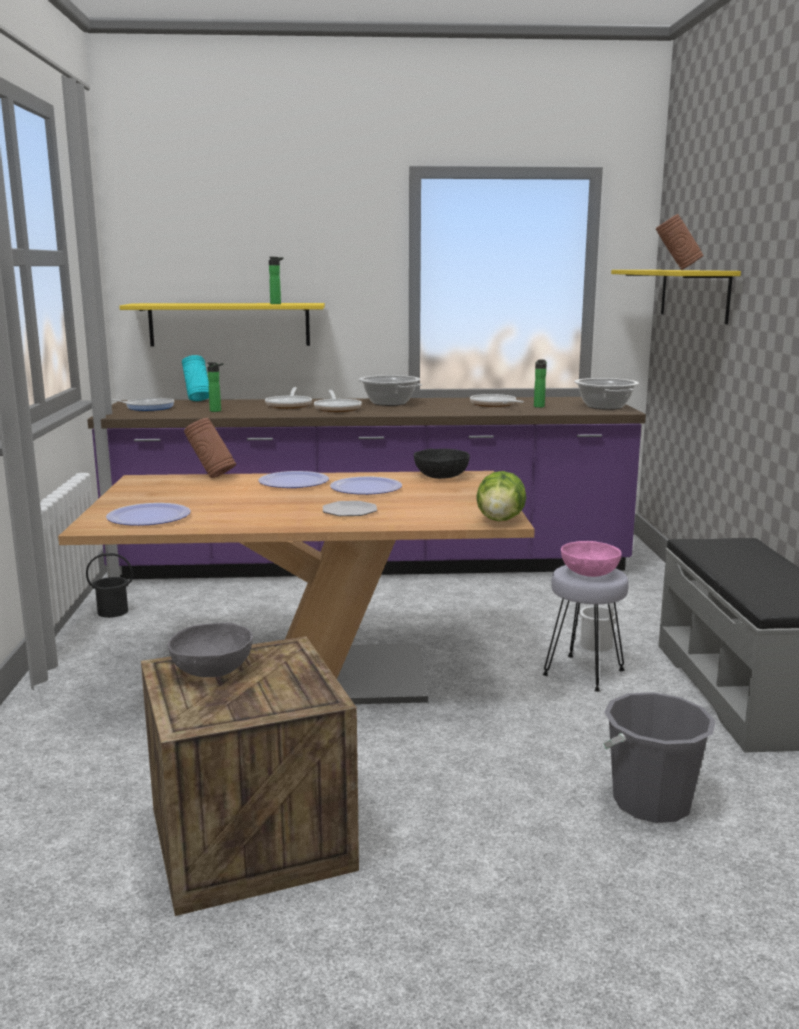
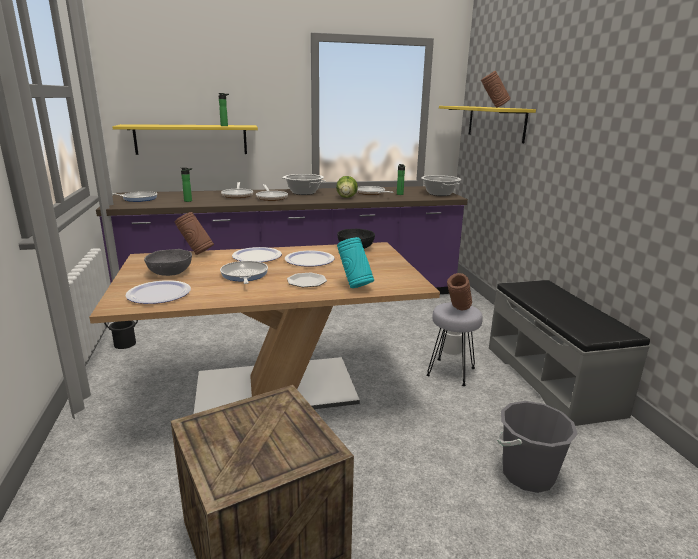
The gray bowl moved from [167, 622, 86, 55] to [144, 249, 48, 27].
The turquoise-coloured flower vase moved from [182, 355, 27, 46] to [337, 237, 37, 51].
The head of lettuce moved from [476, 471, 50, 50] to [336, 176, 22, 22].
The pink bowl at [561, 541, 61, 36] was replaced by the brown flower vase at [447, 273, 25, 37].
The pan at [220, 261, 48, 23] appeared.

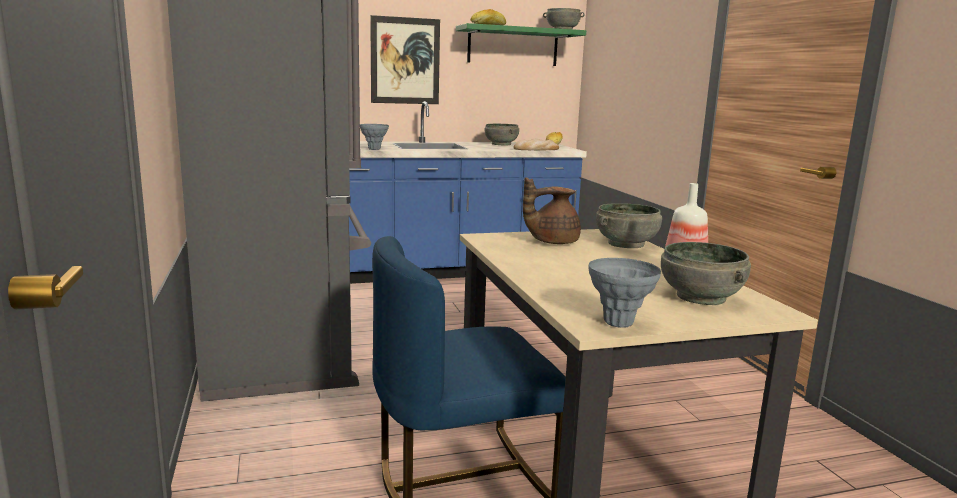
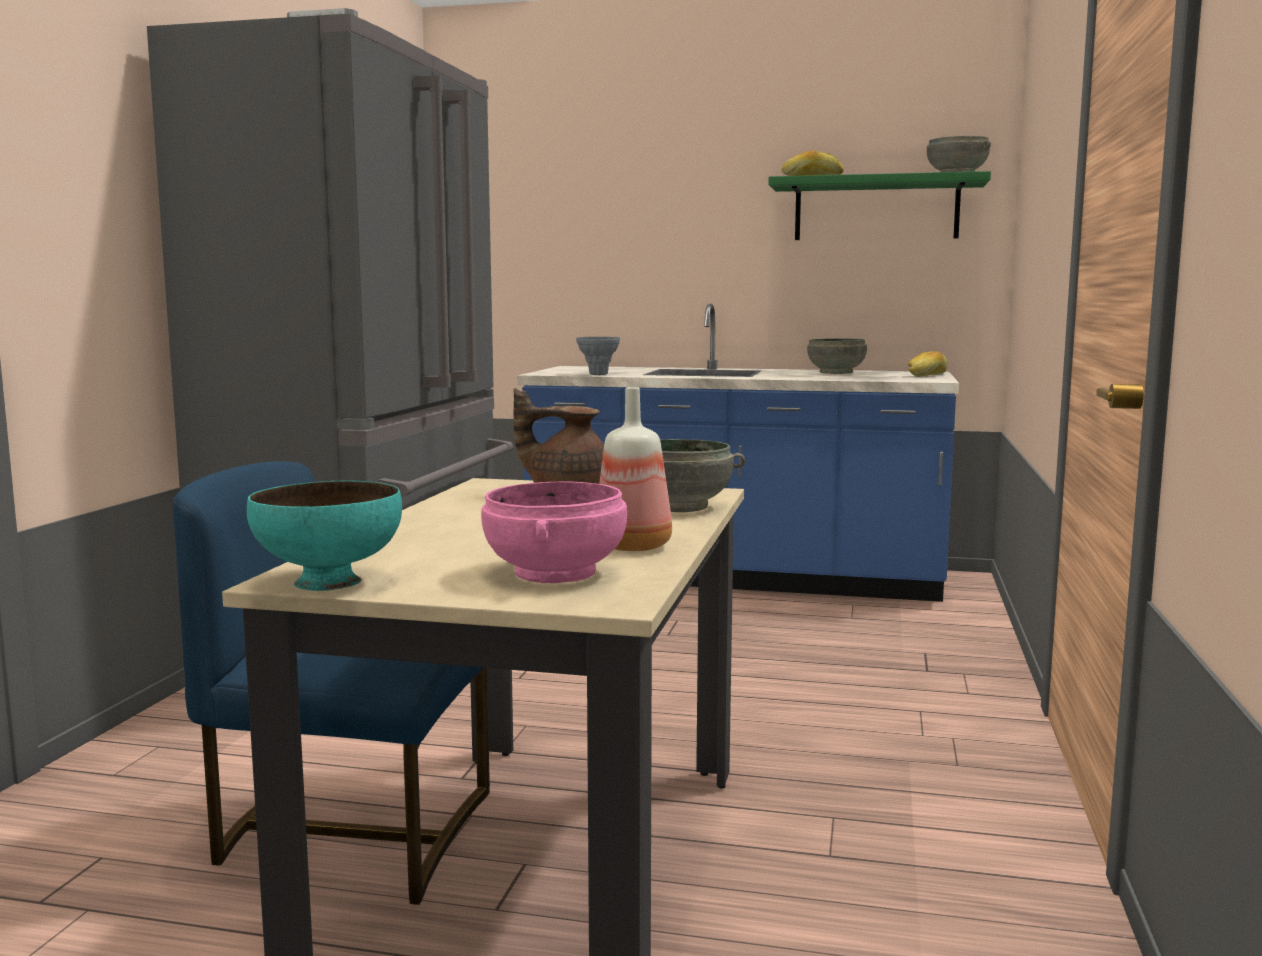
The picture at [370, 15, 70, 89] disappeared.
The bakery bread at [514, 139, 45, 11] disappeared.
The gray flower vase at [589, 258, 72, 70] was replaced by the turquoise-coloured bowl at [247, 481, 155, 110].
The gray bowl at [661, 242, 90, 63] became the pink bowl at [481, 482, 146, 101].

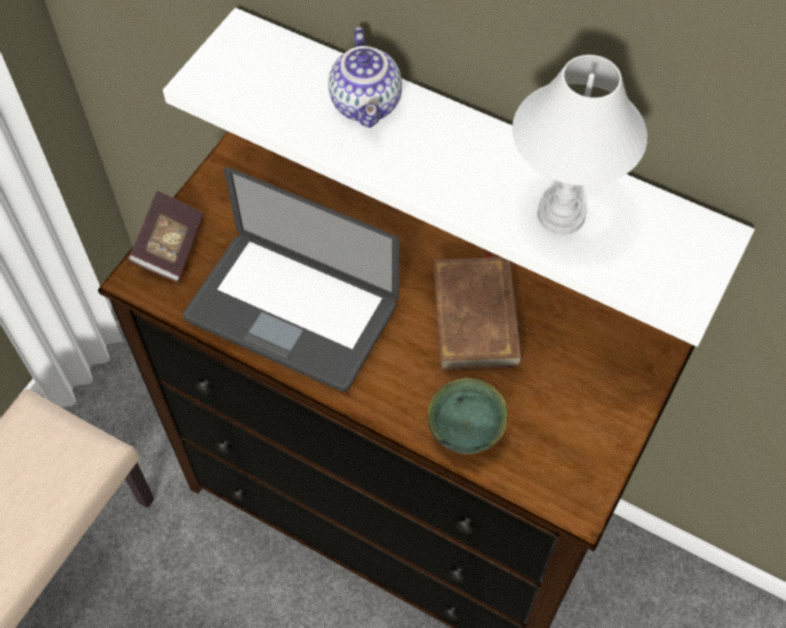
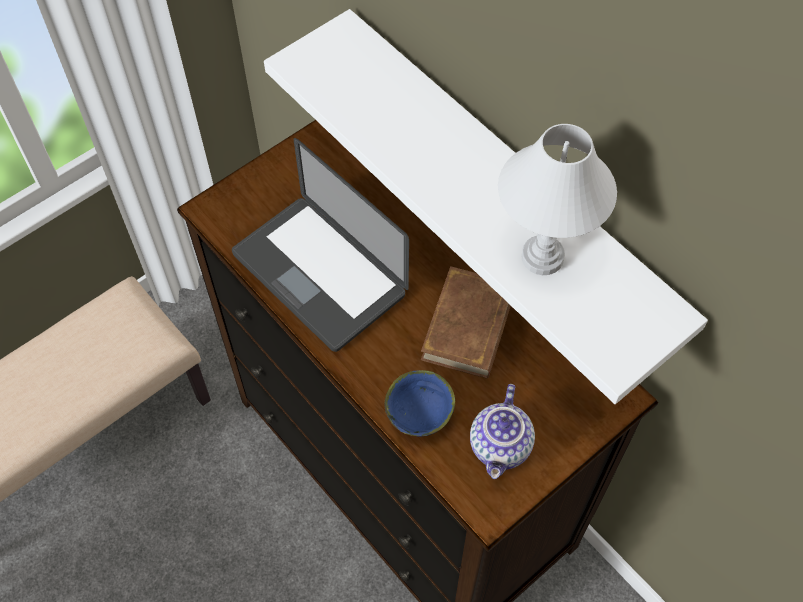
The volume at [128, 191, 76, 91] disappeared.
The teapot moved from [328, 27, 74, 101] to [470, 384, 65, 95].
The green bowl at [427, 378, 81, 76] became the bluish bowl at [384, 370, 71, 66].

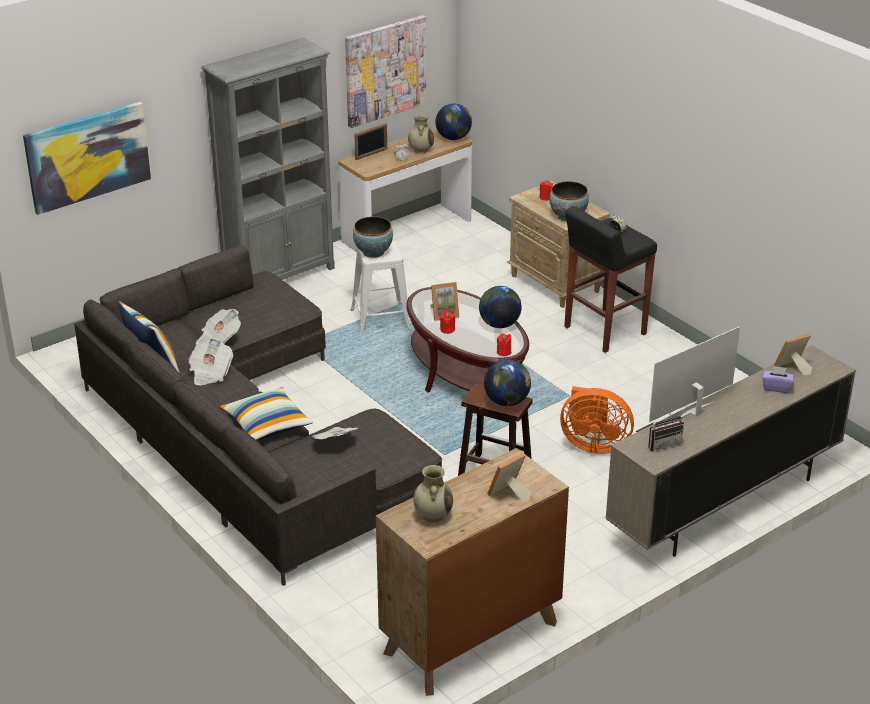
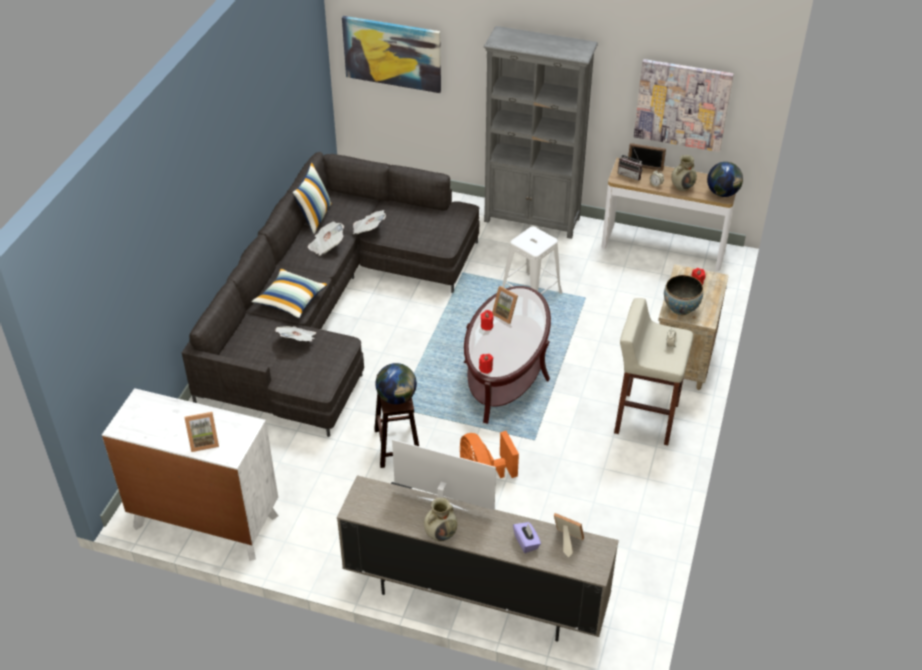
The bowl at [353, 216, 40, 42] disappeared.
The brown drawer chest at [376, 448, 193, 248] became the white drawer chest at [102, 388, 176, 173].
The beige-coloured flower vase moved from [414, 465, 39, 57] to [424, 498, 34, 44].
The desk globe at [479, 286, 43, 42] disappeared.
The standing frame at [487, 453, 45, 48] turned 150 degrees clockwise.
The black sitting stool at [564, 206, 93, 147] became the beige-coloured sitting stool at [614, 298, 79, 147].
The radio set moved from [648, 406, 36, 46] to [618, 149, 25, 32].

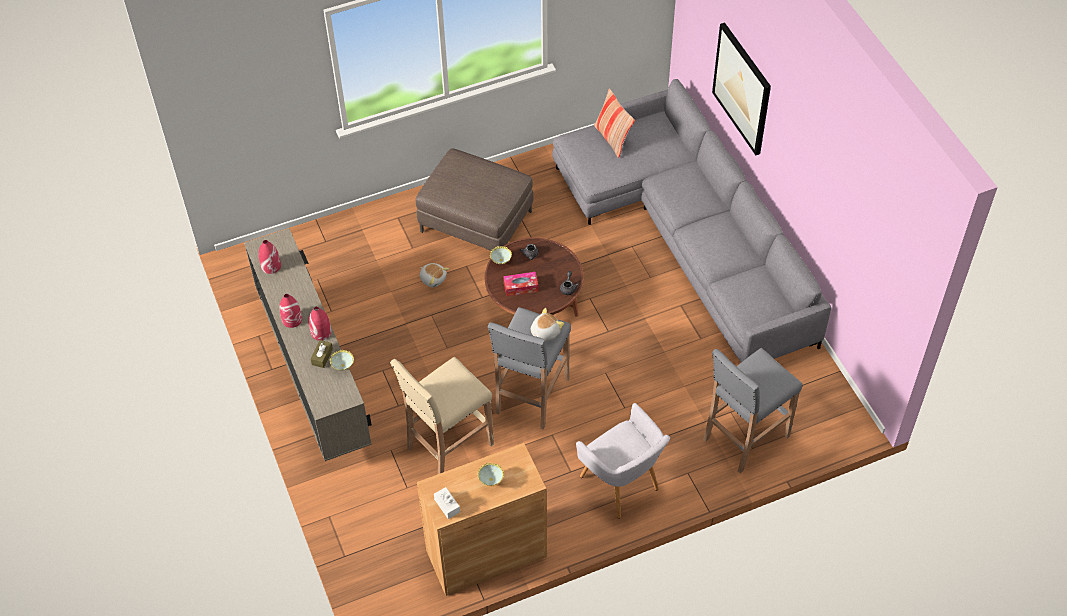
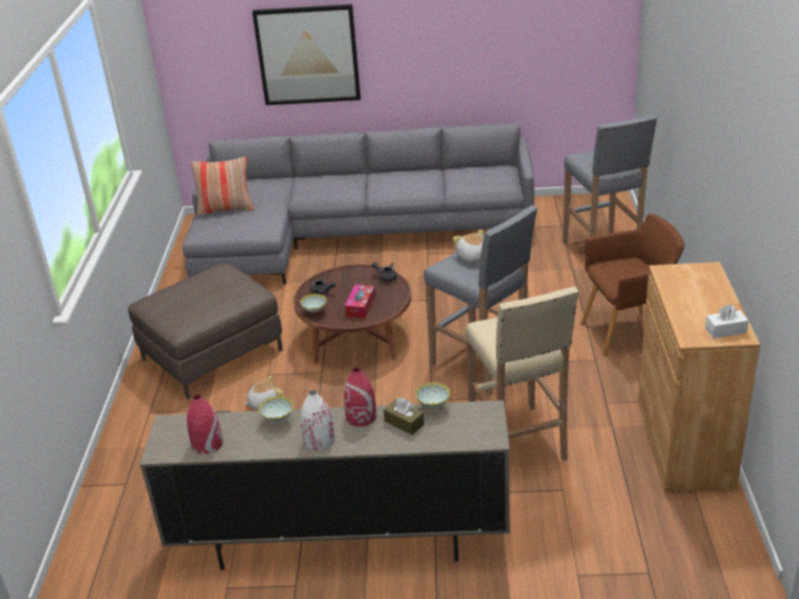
The red flower vase at [279, 294, 23, 34] became the white flower vase at [301, 390, 34, 60].
The bowl moved from [477, 463, 27, 23] to [258, 395, 36, 27].
The gray armchair at [576, 403, 94, 115] became the brown armchair at [581, 214, 104, 142].

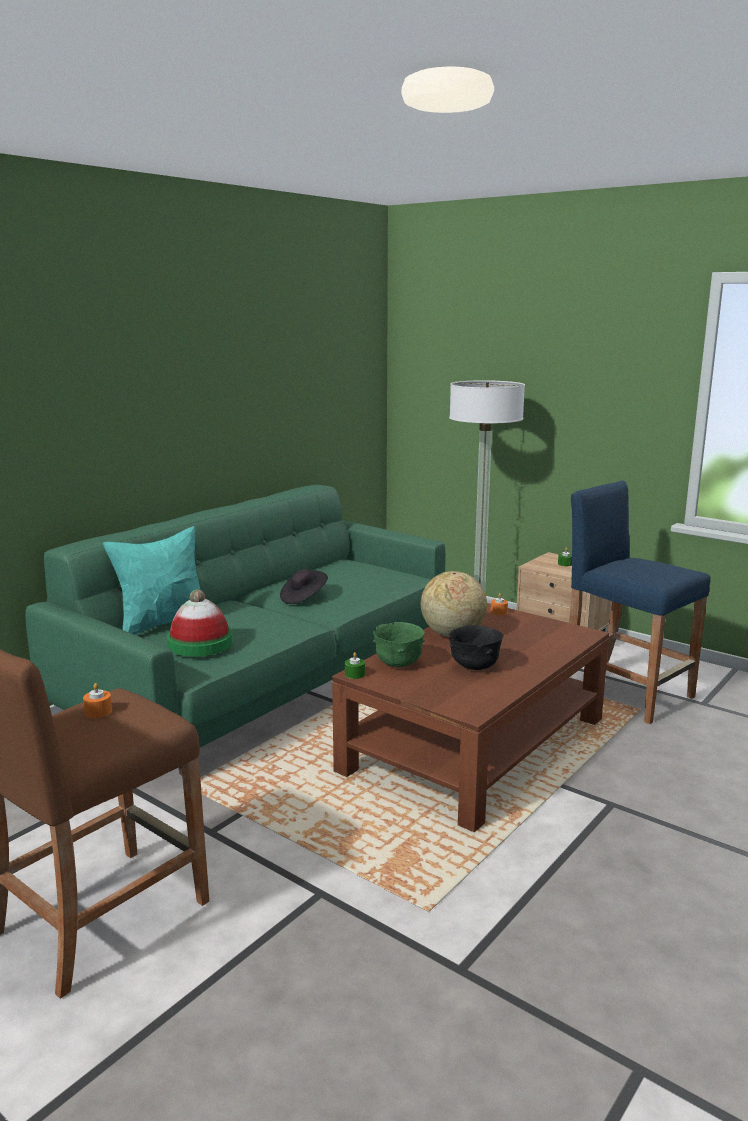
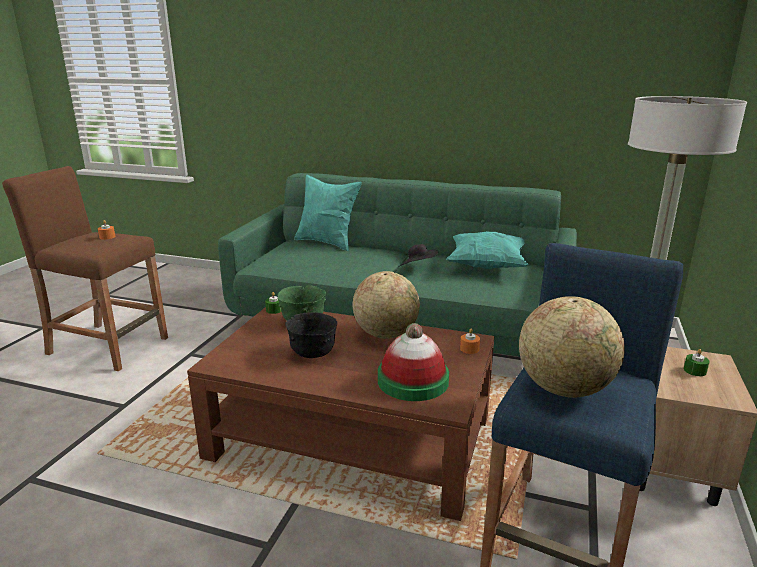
The wearable hat moved from [167, 589, 66, 68] to [378, 323, 71, 78].
The turquoise-coloured cushion at [446, 231, 83, 38] appeared.
The desk globe at [519, 296, 106, 102] appeared.

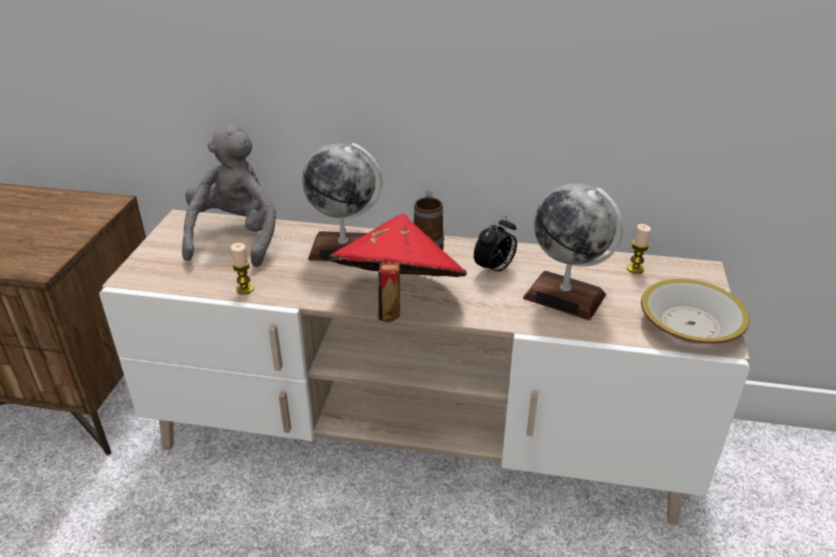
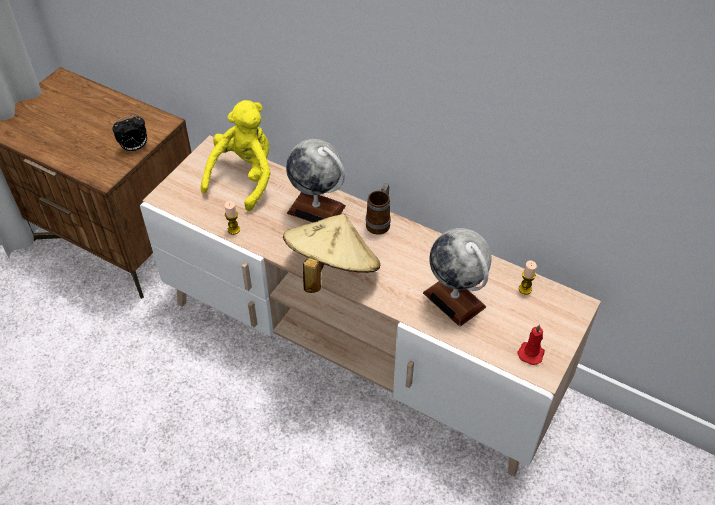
The gray soft toy at [182, 124, 94, 143] became the yellow-coloured soft toy at [201, 100, 70, 111].
The red wearable hat at [328, 214, 139, 108] became the beige-coloured wearable hat at [283, 214, 97, 79].
The alarm clock moved from [474, 216, 43, 61] to [112, 115, 35, 37].
The bowl at [641, 279, 109, 65] was replaced by the red candle at [517, 324, 28, 41].

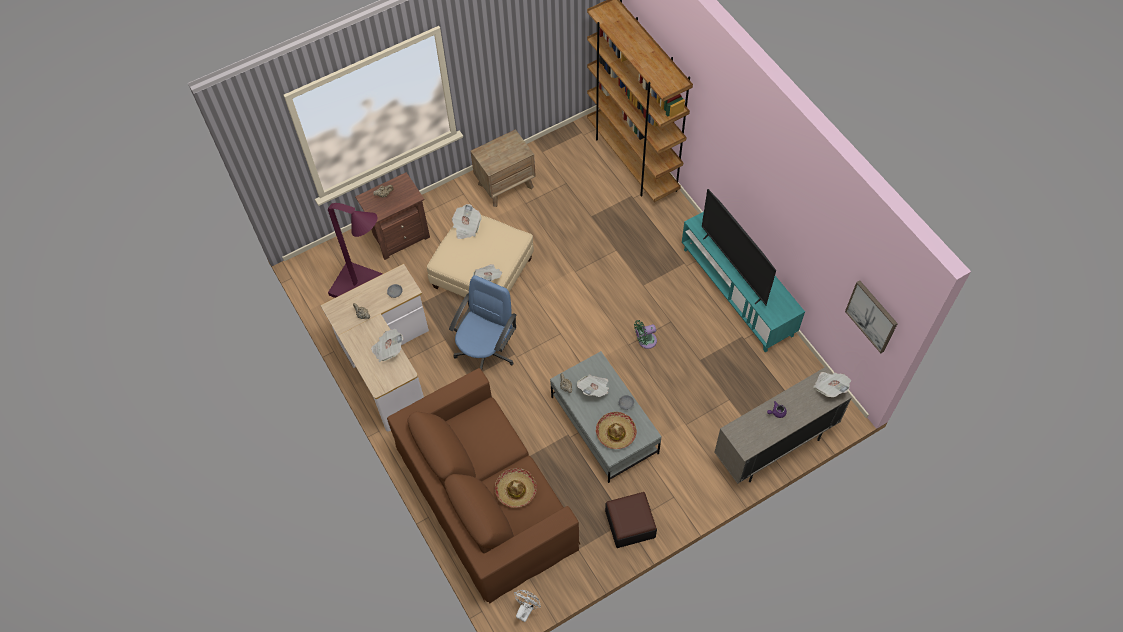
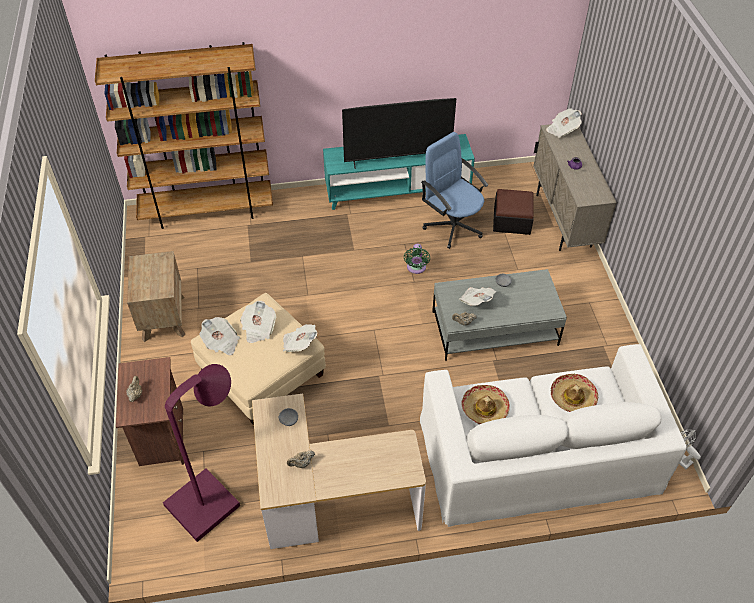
The printed paper moved from [371, 329, 33, 33] to [240, 301, 36, 42].
The brown settee at [387, 368, 193, 236] became the white settee at [420, 344, 267, 183].
The bluish desk chair moved from [449, 275, 68, 95] to [421, 132, 67, 117].
The wearable hat moved from [596, 412, 41, 37] to [461, 385, 49, 39].
The pouffe moved from [605, 492, 52, 56] to [493, 189, 41, 46].
The picture at [845, 280, 53, 73] disappeared.

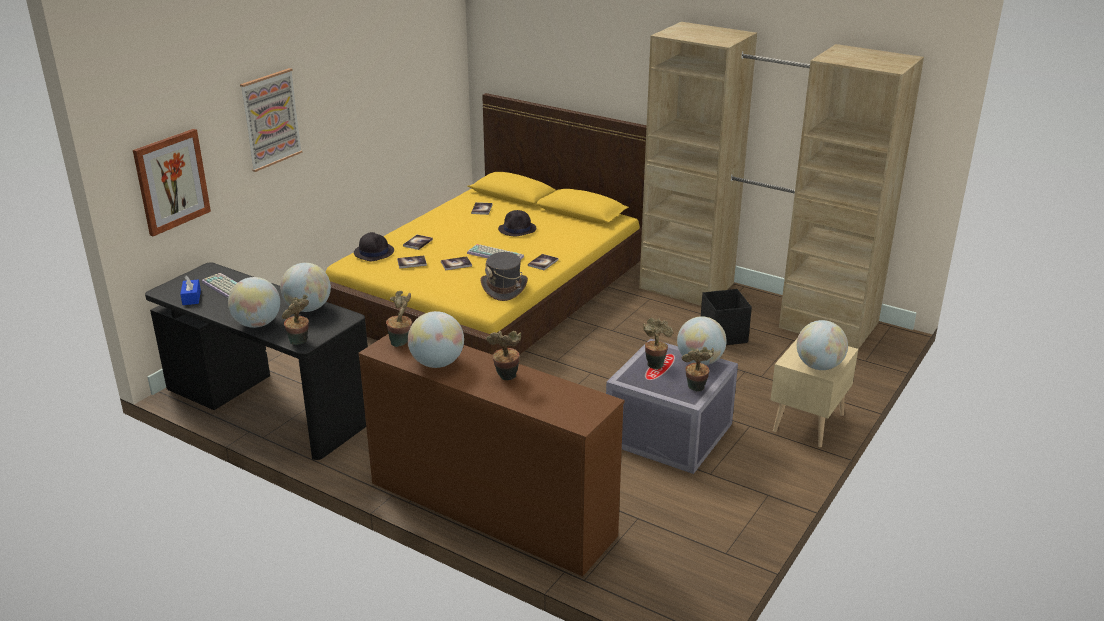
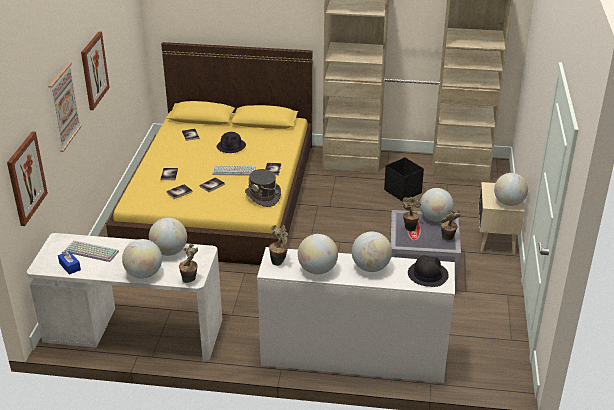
The black desk at [145, 262, 223, 198] became the white desk at [27, 233, 195, 129].
The black wearable hat moved from [354, 232, 40, 29] to [408, 255, 41, 32].
The brown drawer chest at [358, 334, 266, 243] became the white drawer chest at [257, 247, 198, 136].
The potted plant at [486, 331, 35, 49] was replaced by the desk globe at [352, 232, 40, 40].
The picture at [81, 31, 29, 79] appeared.

